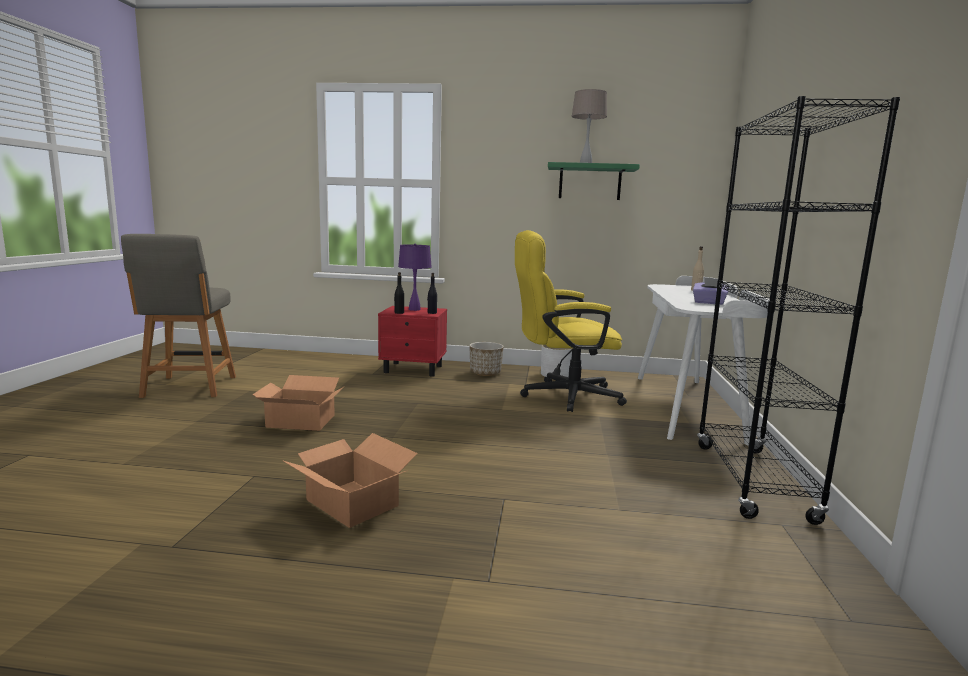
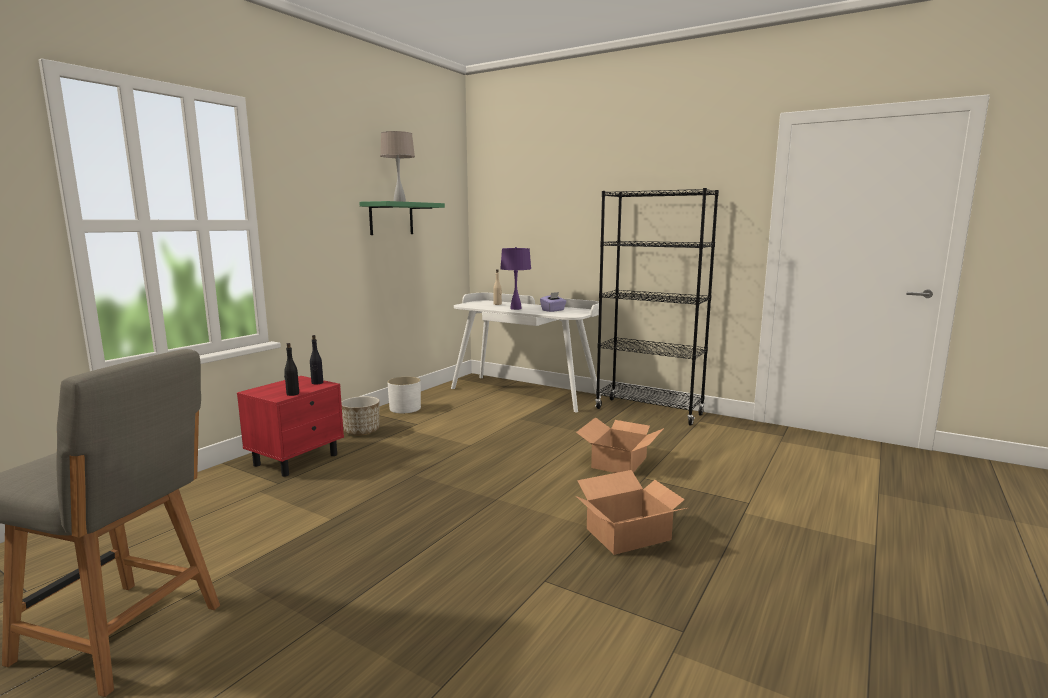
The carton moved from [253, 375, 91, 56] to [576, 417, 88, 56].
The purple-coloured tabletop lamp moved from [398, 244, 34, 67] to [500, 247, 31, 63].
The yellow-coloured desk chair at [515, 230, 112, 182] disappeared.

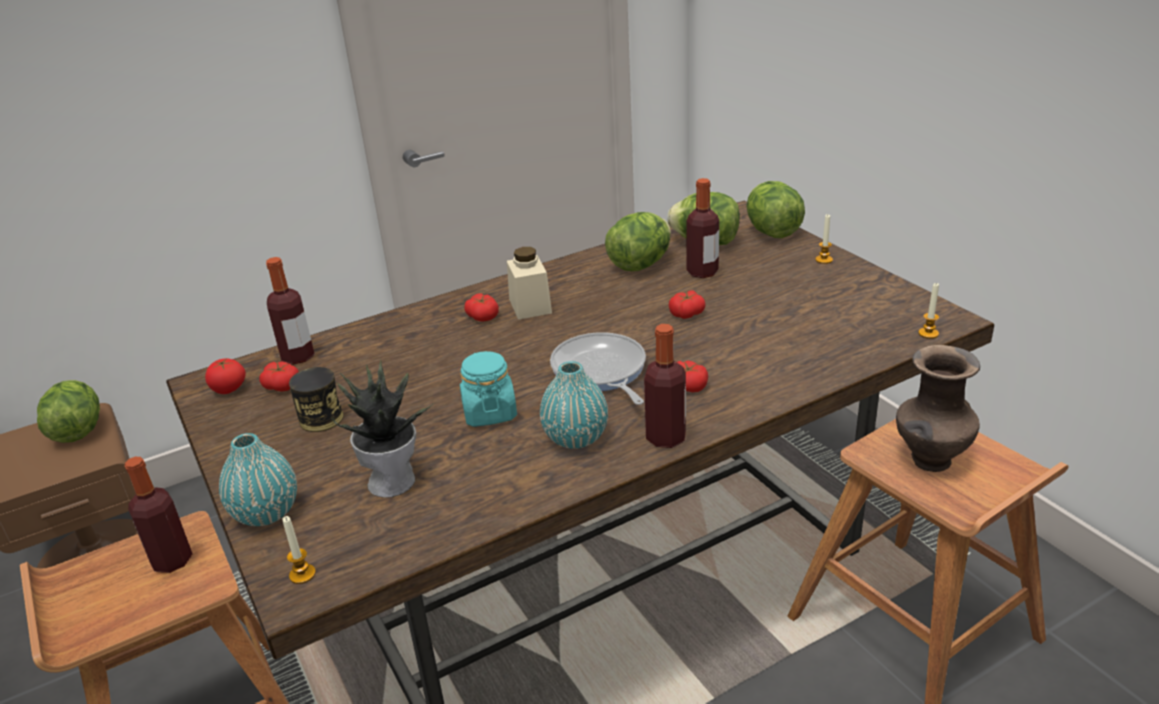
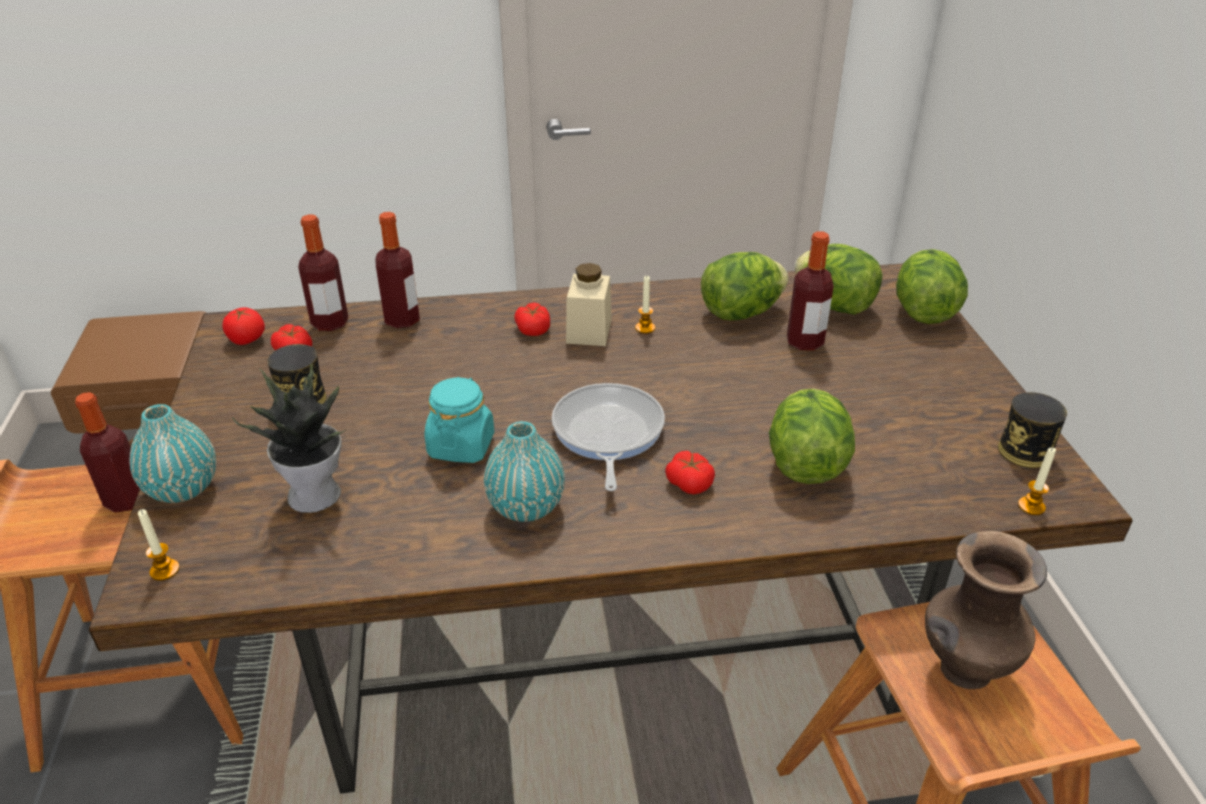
The head of lettuce moved from [37, 380, 63, 63] to [769, 389, 86, 95].
The beverage bottle moved from [644, 324, 42, 124] to [375, 212, 45, 116].
The whole tomato at [669, 291, 36, 28] disappeared.
The candle moved from [815, 214, 18, 50] to [635, 276, 20, 58].
The sealed can at [998, 392, 69, 76] appeared.

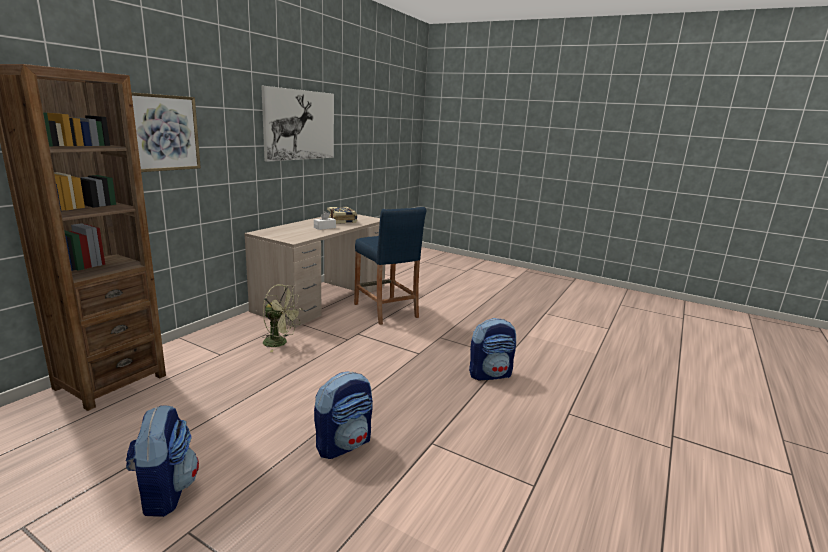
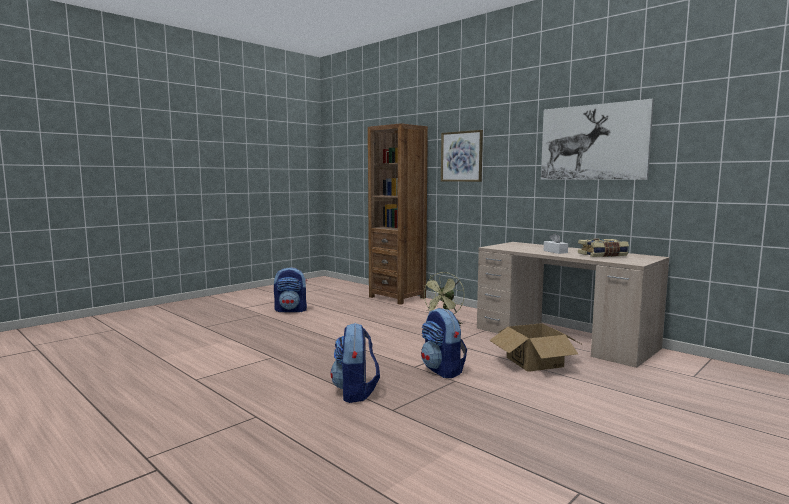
The knapsack moved from [314, 372, 59, 87] to [421, 308, 46, 70].
The bluish sitting stool at [354, 207, 72, 118] was replaced by the carton at [489, 323, 94, 49].

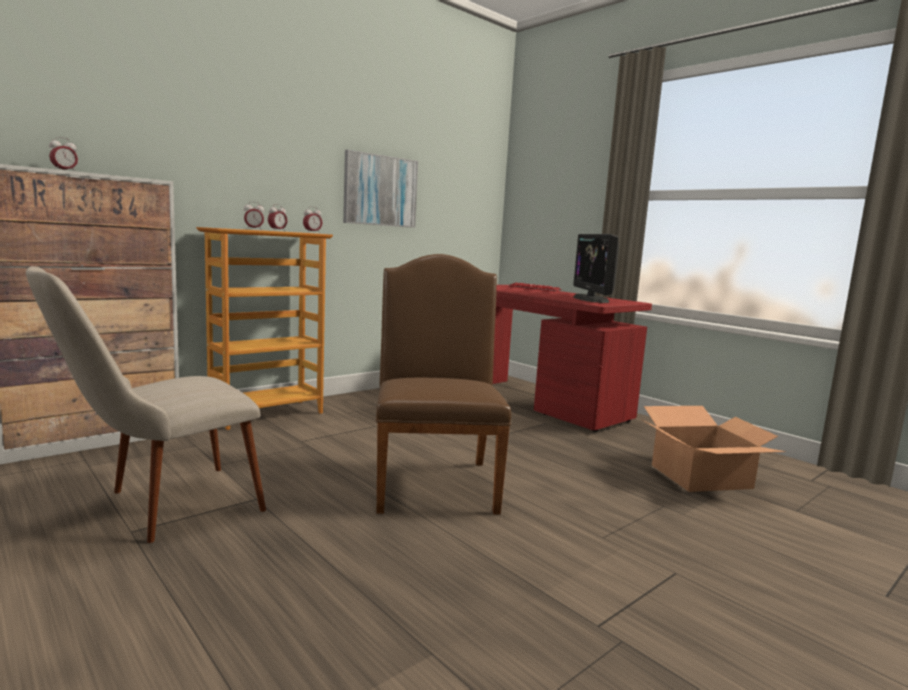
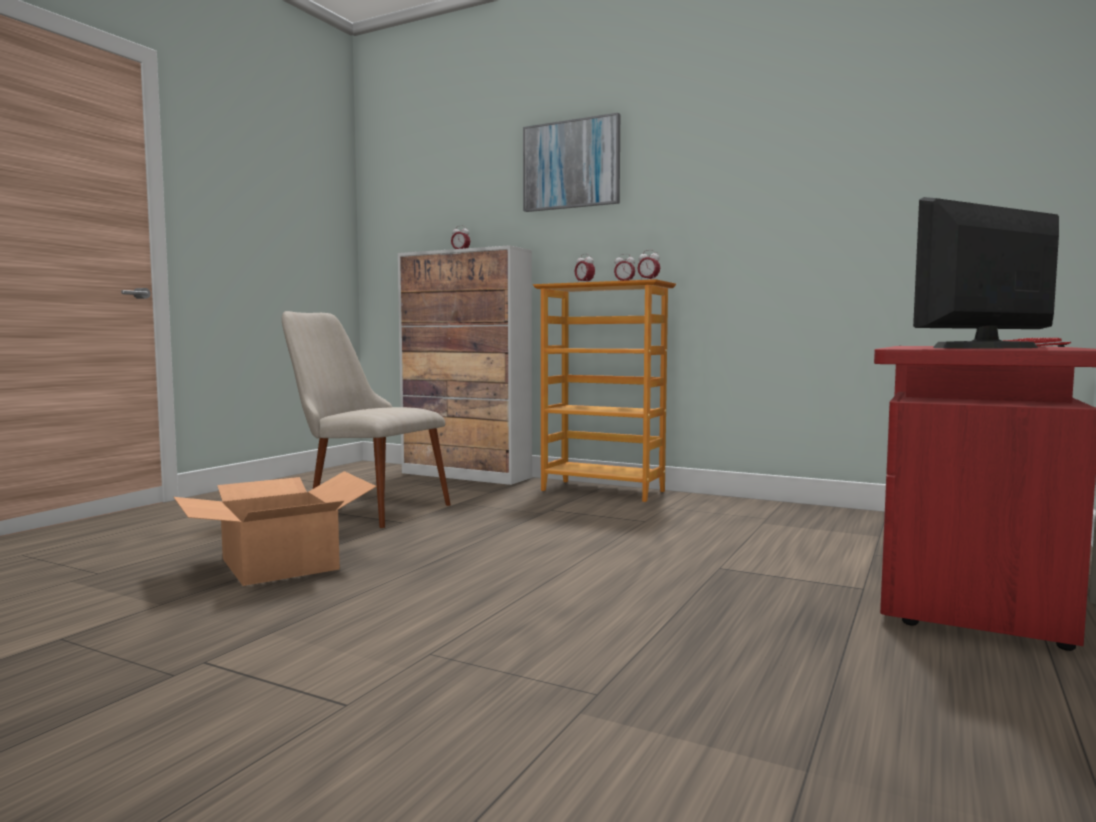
The picture moved from [343, 150, 75, 78] to [523, 113, 97, 99].
The brown plain chair at [376, 254, 136, 261] disappeared.
The carton moved from [641, 406, 145, 86] to [174, 471, 203, 115].

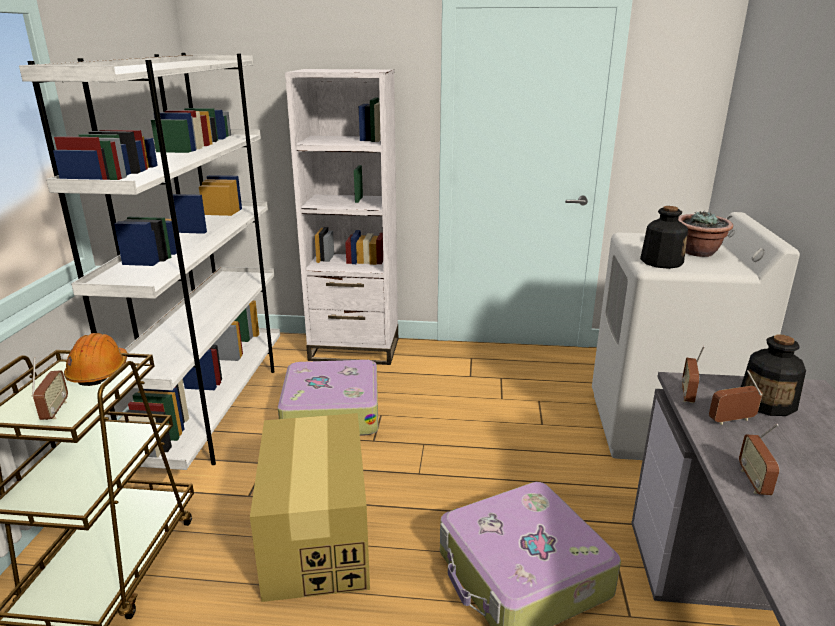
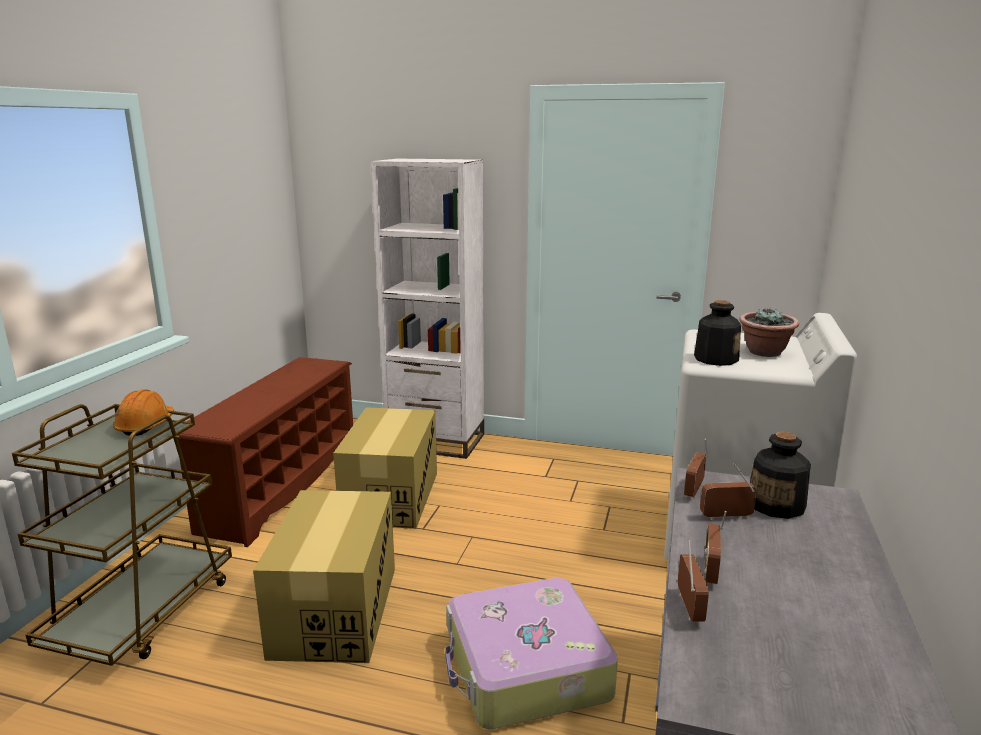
The white shelving unit at [19, 53, 261, 417] was replaced by the brown shoe stand at [177, 357, 176, 190].
The radio set moved from [32, 357, 36, 63] to [678, 540, 31, 81].
The piece of luggage at [278, 360, 100, 76] was replaced by the carton at [333, 407, 104, 122].

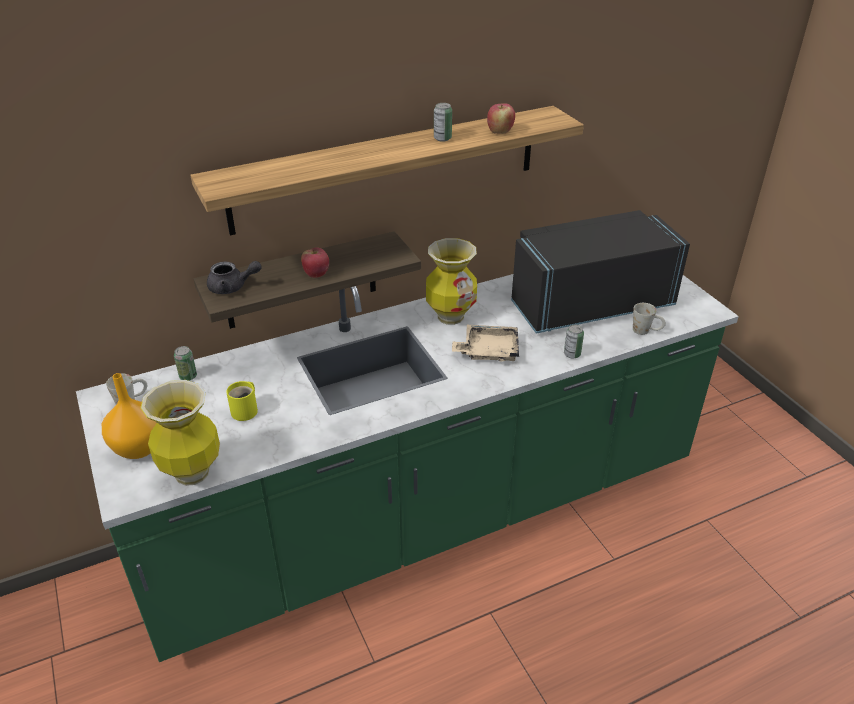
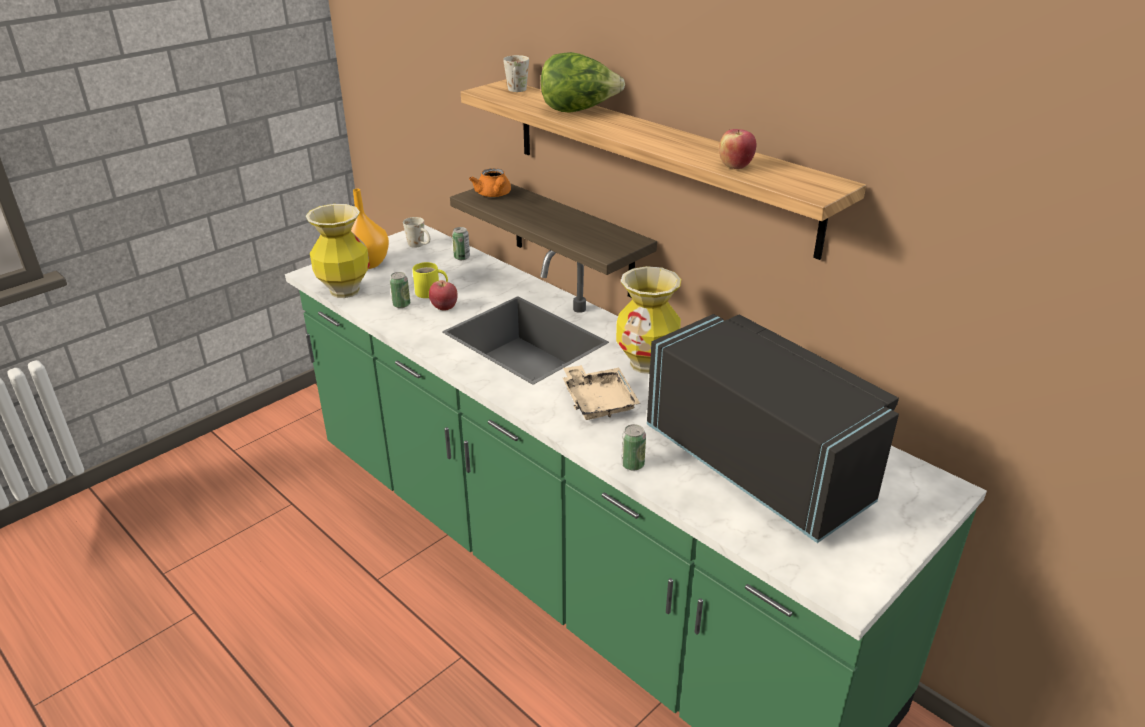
The gray teapot at [207, 261, 55, 33] became the orange teapot at [469, 168, 42, 29].
The whole apple moved from [301, 247, 28, 31] to [429, 280, 29, 31].
The sealed can moved from [434, 103, 18, 39] to [390, 272, 20, 36].
The white tea mug moved from [633, 303, 33, 32] to [503, 55, 26, 37].
The head of lettuce at [541, 52, 84, 61] appeared.

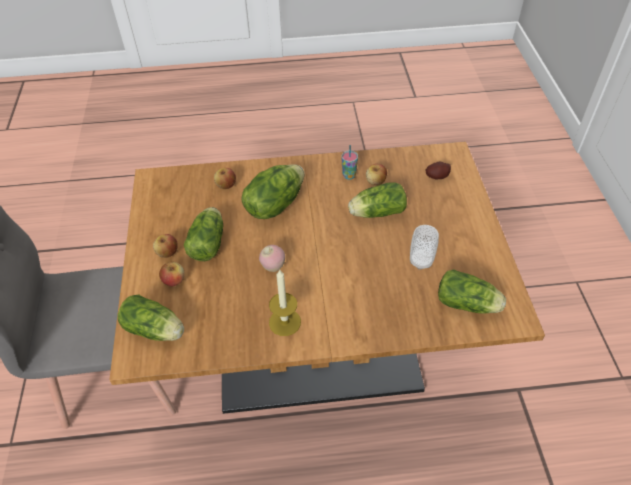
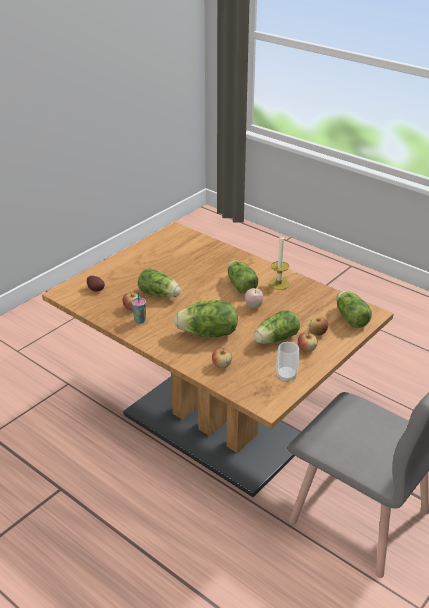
The drinking cup moved from [410, 225, 29, 45] to [277, 342, 22, 40].
The head of lettuce moved from [438, 269, 68, 45] to [228, 261, 30, 33].

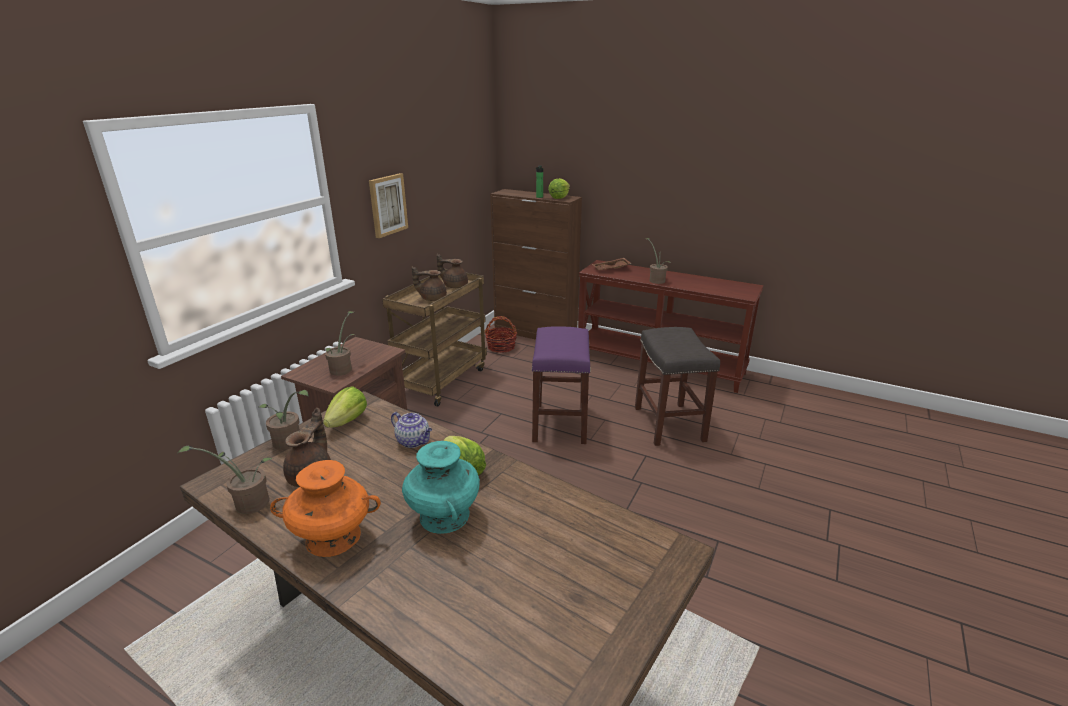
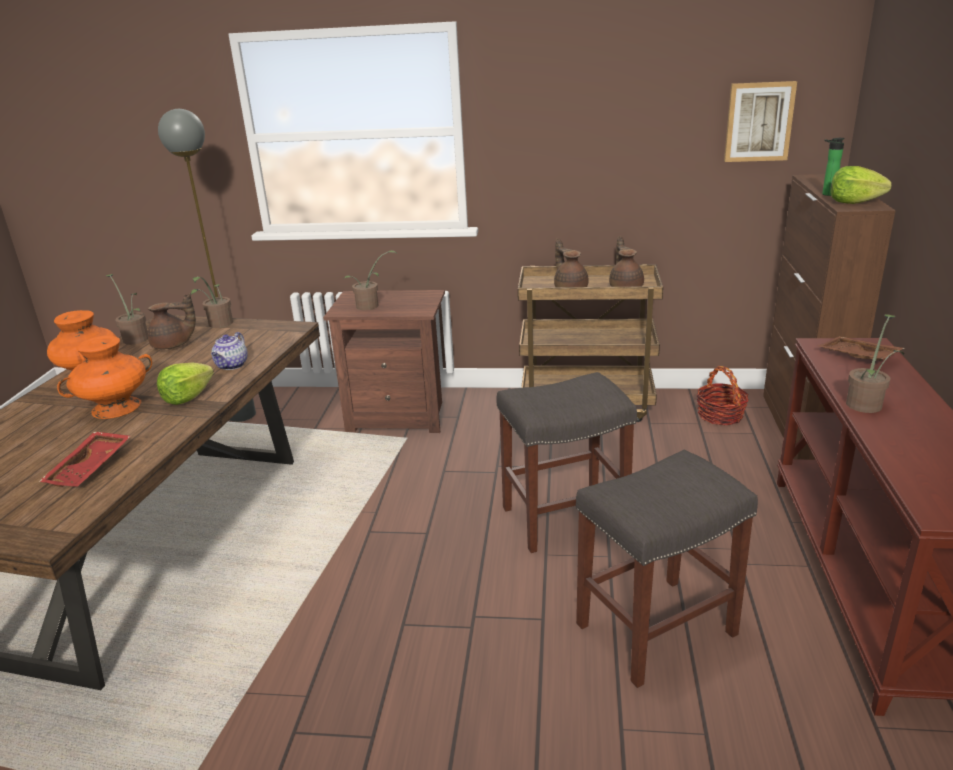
The head of lettuce at [323, 386, 44, 42] disappeared.
The picture moved from [369, 173, 39, 65] to [724, 81, 73, 81].
The turquoise-coloured flower vase at [402, 441, 78, 93] became the orange flower vase at [57, 336, 95, 83].
The purple-coloured sitting stool at [531, 326, 60, 118] became the gray sitting stool at [496, 372, 141, 181].
The red serving tray at [39, 432, 92, 55] appeared.
The gray standing lamp at [158, 109, 98, 313] appeared.

